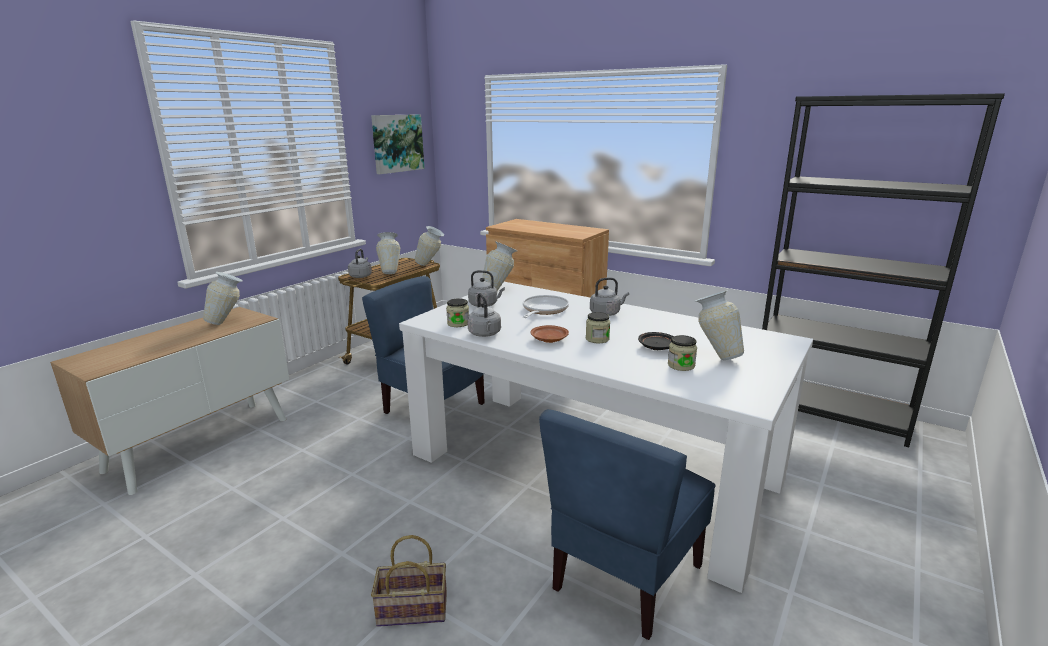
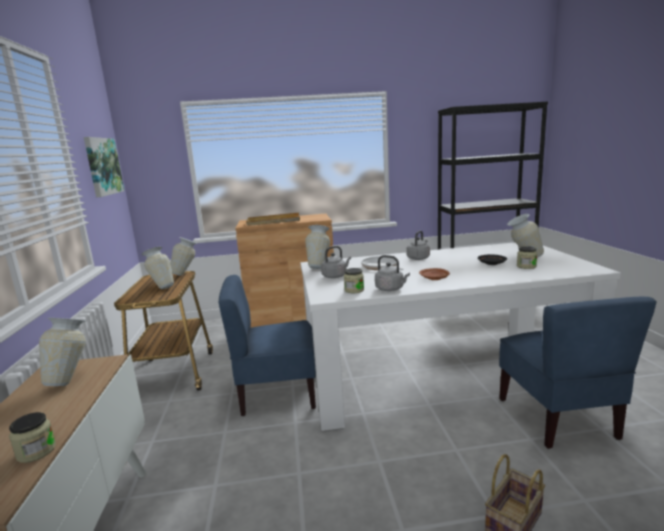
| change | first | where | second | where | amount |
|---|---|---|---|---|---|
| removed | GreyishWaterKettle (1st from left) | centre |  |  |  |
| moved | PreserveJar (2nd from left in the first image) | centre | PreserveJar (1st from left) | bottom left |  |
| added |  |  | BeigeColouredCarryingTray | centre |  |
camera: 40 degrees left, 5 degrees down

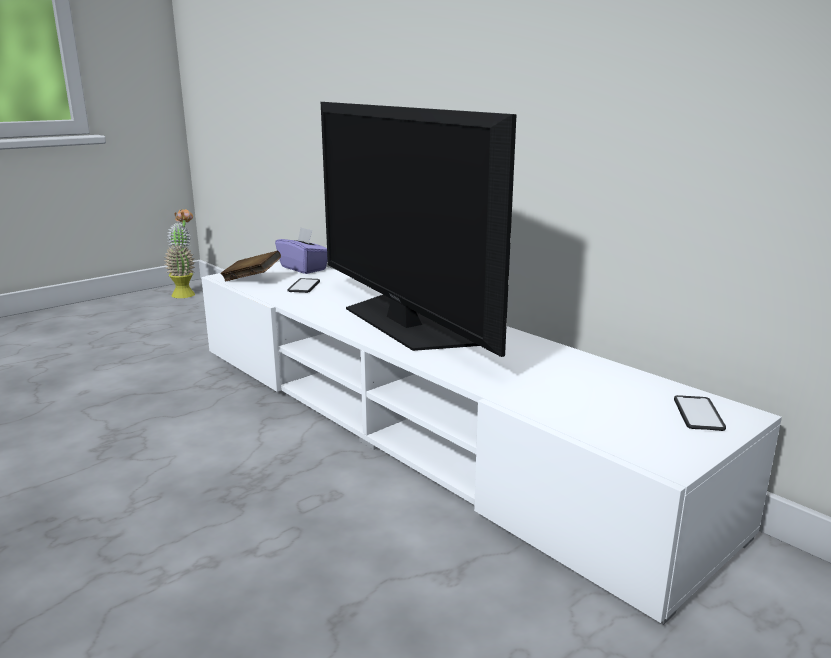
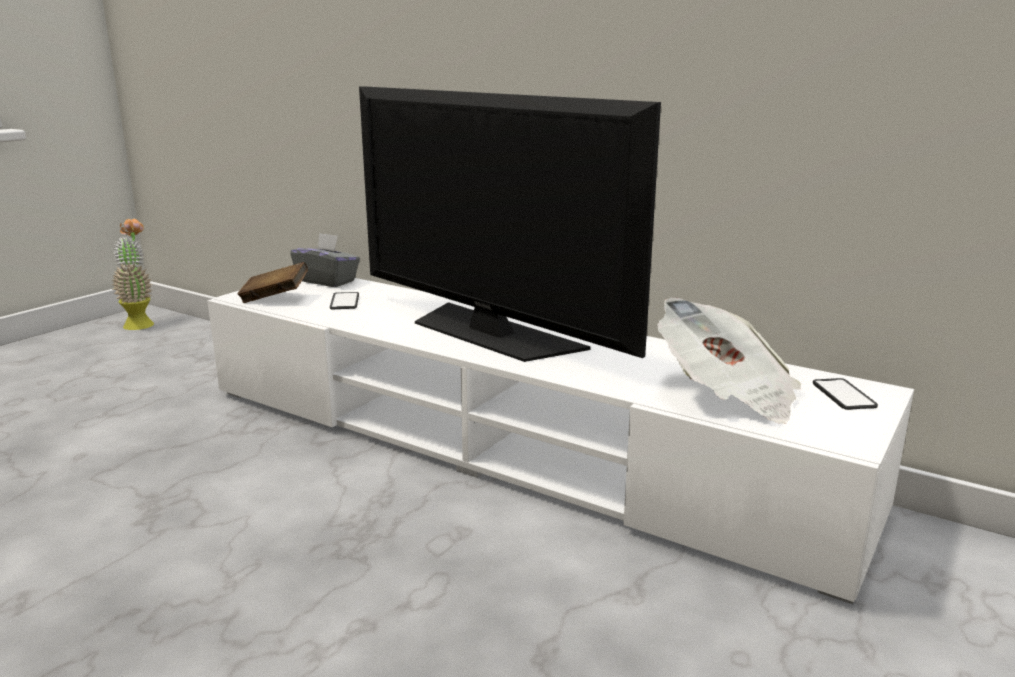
| change | first | where | second | where | amount |
|---|---|---|---|---|---|
| recoloured | PurplishTissueHolder | centre | GreyishTissueHolder | middle left |  |
| added |  |  | PrintedPaper | middle right |  |
camera: 15 degrees left, 0 degrees up

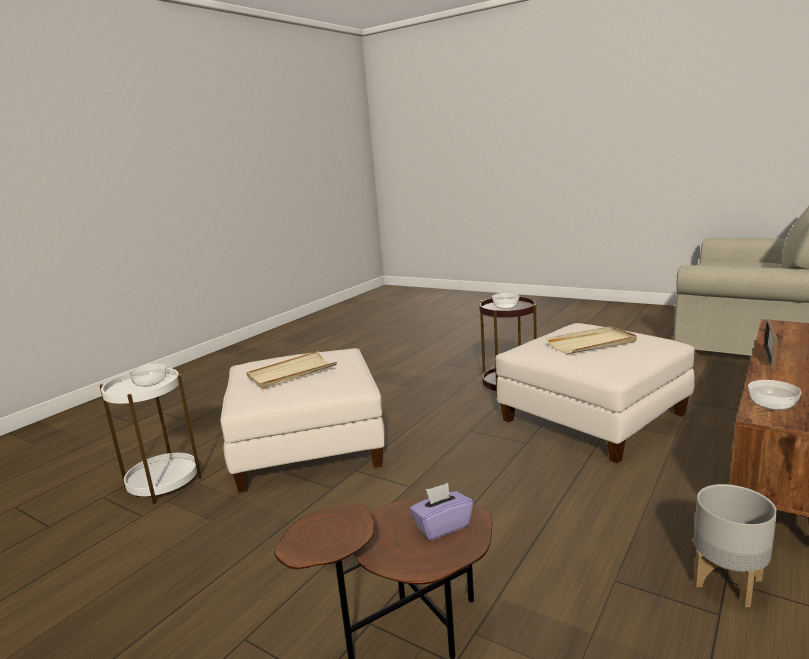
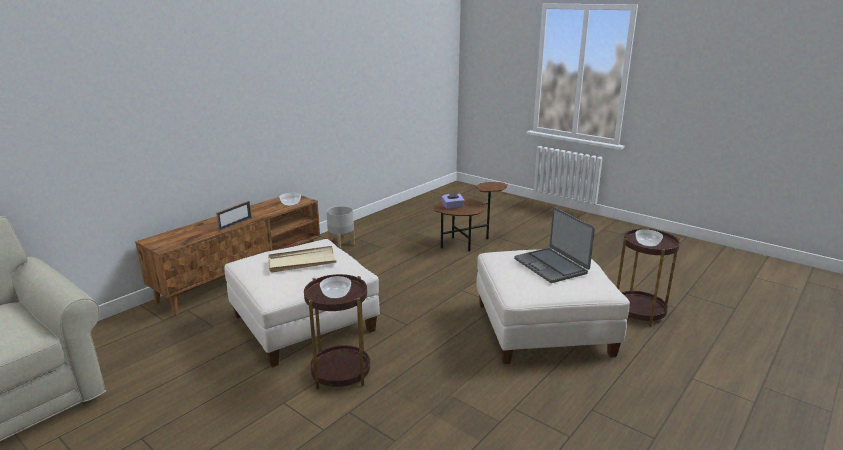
| change | first | where | second | where | amount |
|---|---|---|---|---|---|
| replaced | BeigeColouredCarryingTray (1st from left) | centre | PortableComputer | centre |  |
| recoloured | WhiteSideTable | middle left | BrownishSideTable (3rd from left) | middle right |  |
camera: 175 degrees left, 5 degrees up

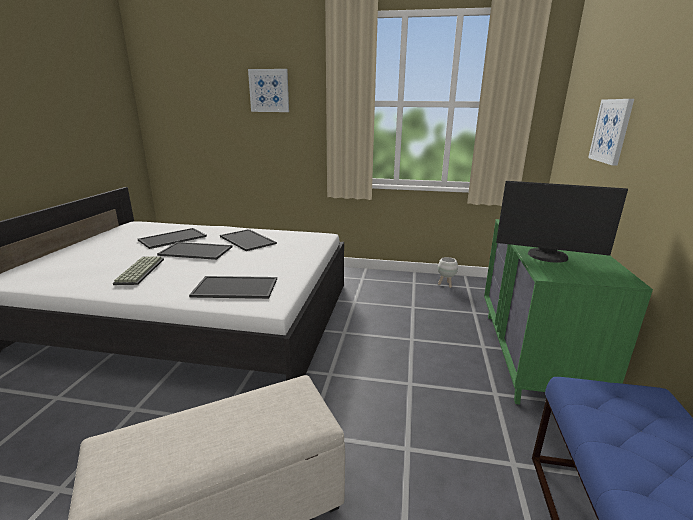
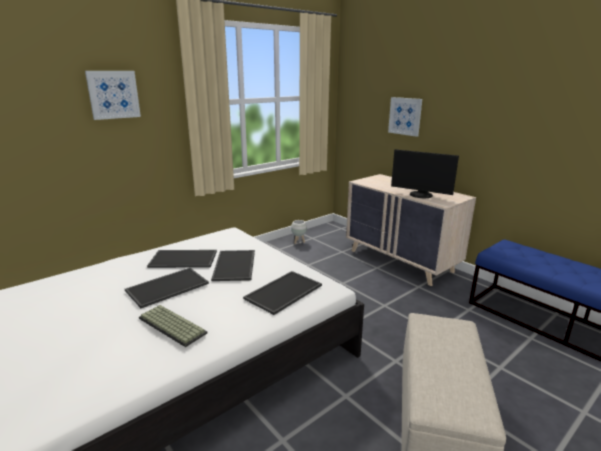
| change | first | where | second | where | amount |
|---|---|---|---|---|---|
| turned | ComputerScreen | middle right |  | middle right | 60 degrees clockwise |
| recoloured | GreenChestOfDrawers | middle right | BeigeColouredChestOfDrawers | middle right |  |
| moved | CarryingTray (1st from left in the first image) | middle left | CarryingTray (3rd from left) | centre |  |
camera: 50 degrees left, 0 degrees up

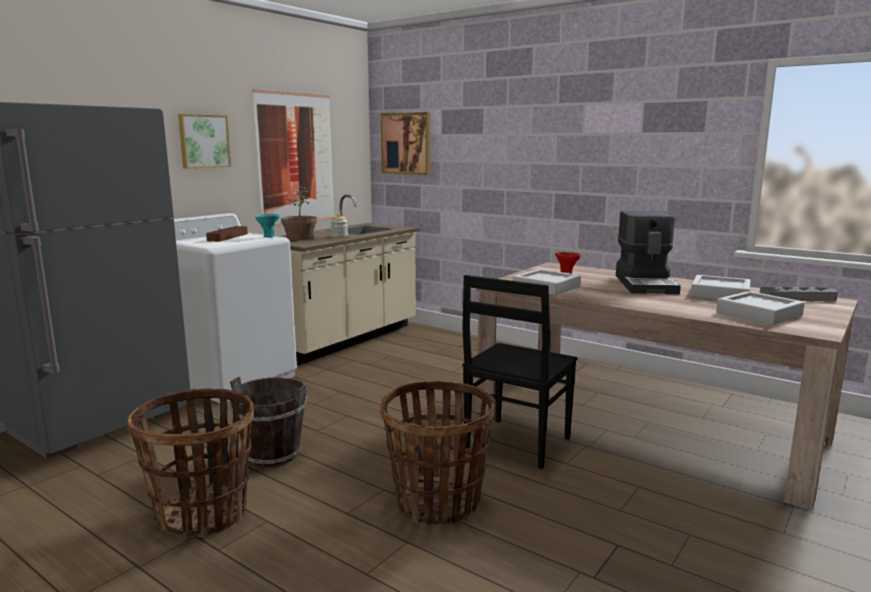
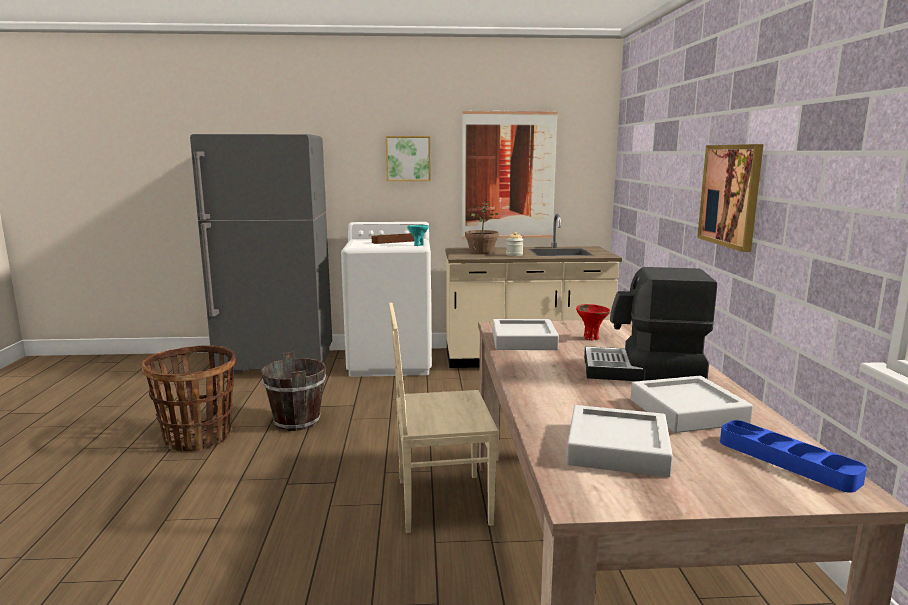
| change | first | where | second | where | amount |
|---|---|---|---|---|---|
| moved | WallPicture (3rd from left) | top centre |  | top right |  |
| turned | CoffeeMachine | middle right |  | middle right | 45 degrees clockwise |
| recoloured | BlackChair | centre | BeigeColouredChair | bottom centre |  |
| recoloured | GreyishCarryingTray (4th from left) | middle right | BluishCarryingTray | bottom right |  |
| removed | HouseholdBasket (2nd from left) | bottom centre |  |  |  |
camera: 50 degrees right, 0 degrees up

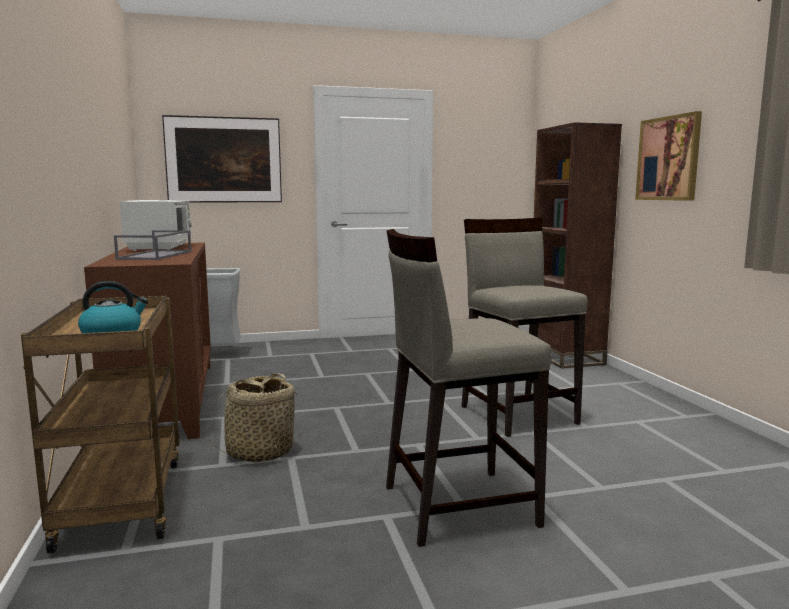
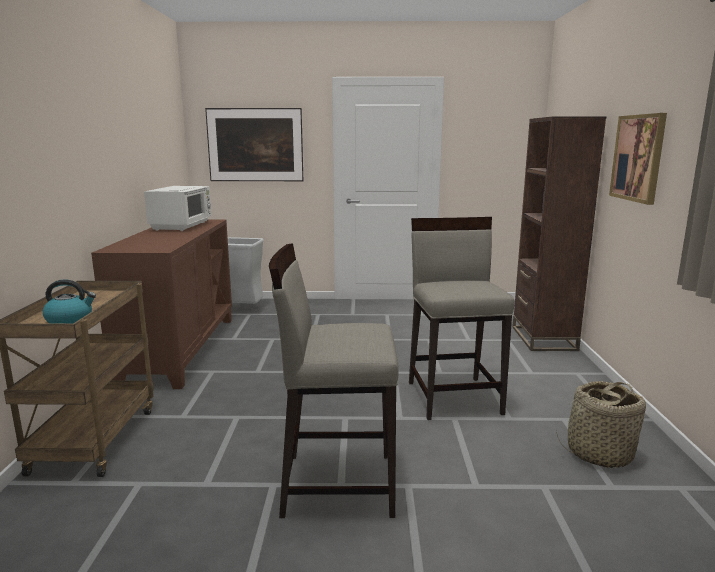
| change | first | where | second | where | amount |
|---|---|---|---|---|---|
| removed | GreyishCarryingTray | middle left |  |  |  |
| moved | HouseholdBasket | bottom left |  | bottom right |  |
camera: 15 degrees right, 5 degrees up

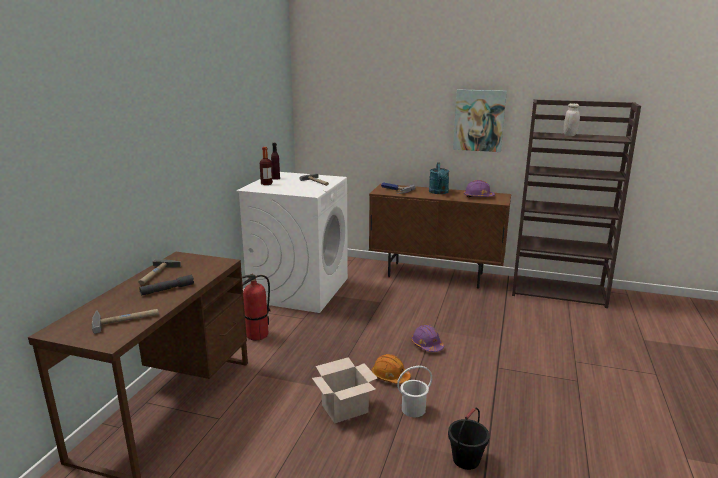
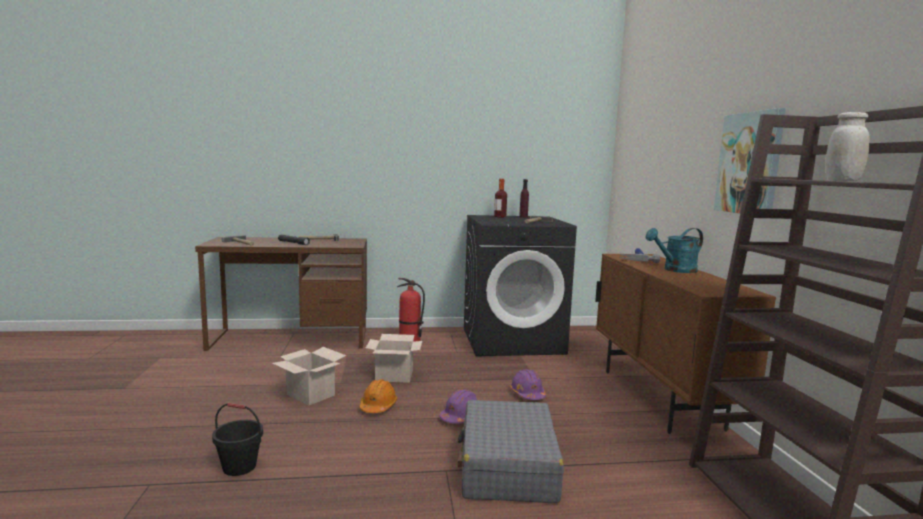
| change | first | where | second | where | amount |
|---|---|---|---|---|---|
| recoloured | WhiteLaundryAppliance | centre | BlackLaundryAppliance | centre |  |
| moved | PurplishHardHat (2nd from left) | middle right |  | bottom centre |  |
| removed | WhiteWaterBucket | bottom centre |  |  |  |
| added |  |  | PackingBox (2nd from left) | bottom centre |  |
| added |  |  | GreyishPieceOfLuggage | bottom centre |  |
camera: 65 degrees right, 10 degrees down

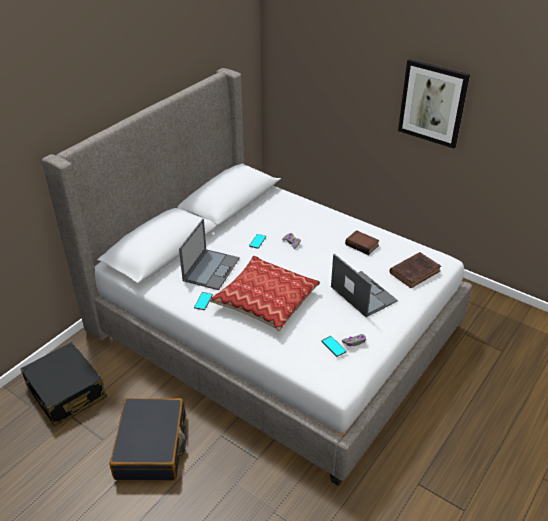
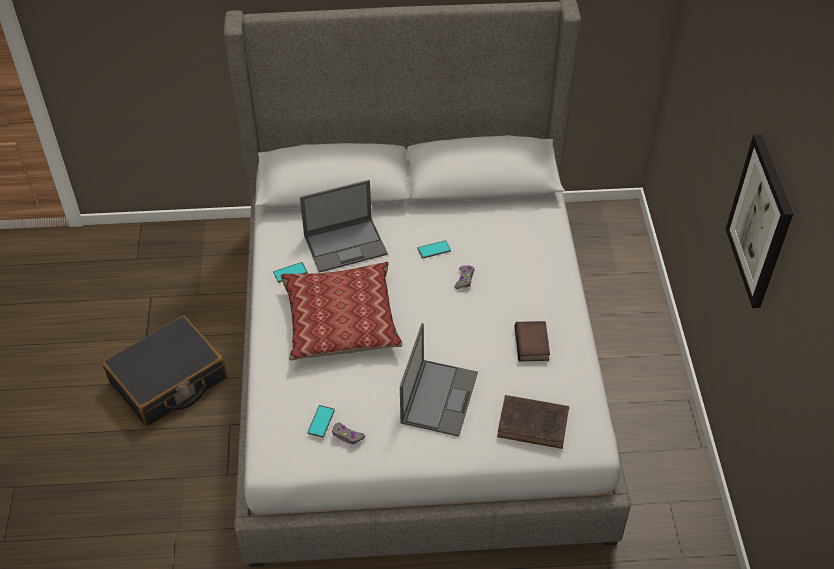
| change | first | where | second | where | amount |
|---|---|---|---|---|---|
| removed | BlackPieceOfLuggage (1st from left) | bottom left |  |  |  |
camera: 50 degrees right, 10 degrees up

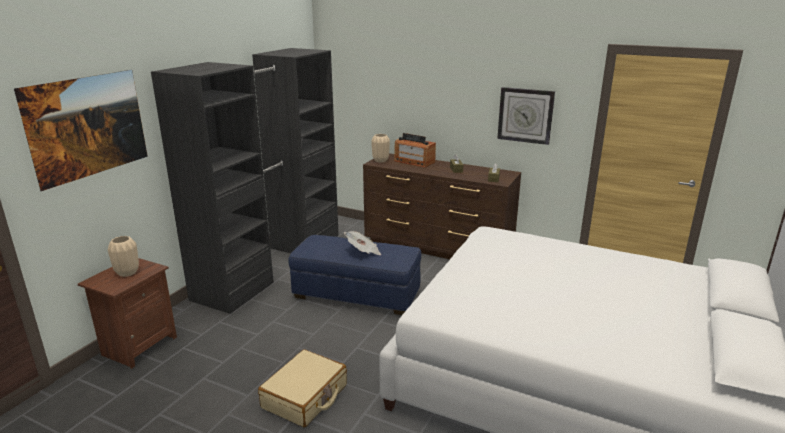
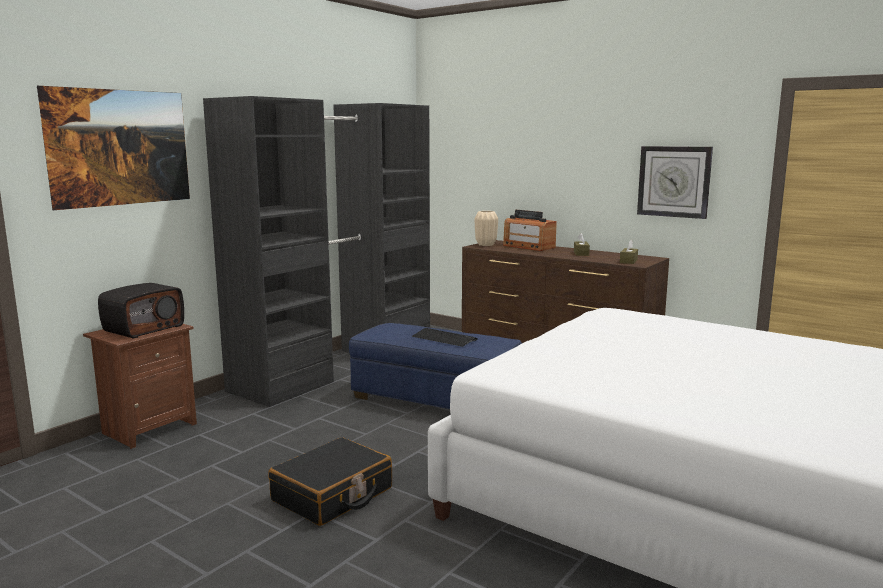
| change | first | where | second | where | amount |
|---|---|---|---|---|---|
| replaced | PrintedPaper | centre | PcKeyboard | centre |  |
| replaced | BeigeColouredDecorativeVase (1st from left) | middle left | RadioSet (1st from left) | middle left |  |
| recoloured | BeigeColouredPieceOfLuggage | bottom centre | BlackPieceOfLuggage | bottom centre |  |
camera: 10 degrees right, 10 degrees down

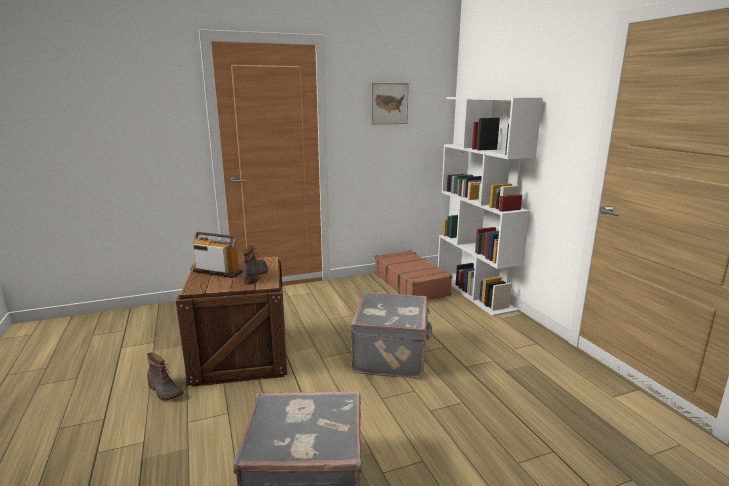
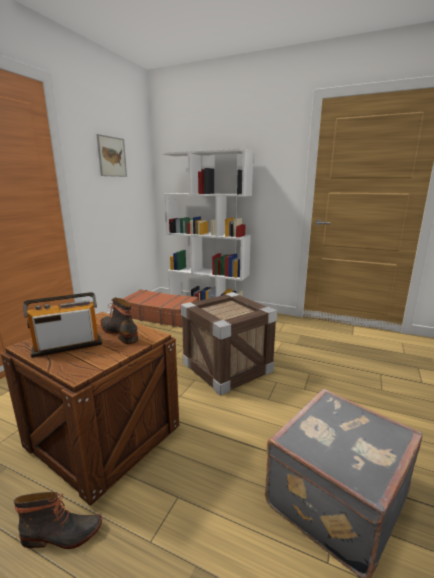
| change | first | where | second | where | amount |
|---|---|---|---|---|---|
| replaced | GreyishPieceOfLuggage (2nd from left) | bottom centre | PackingCrate (2nd from left) | centre |  |
camera: 45 degrees left, 0 degrees up

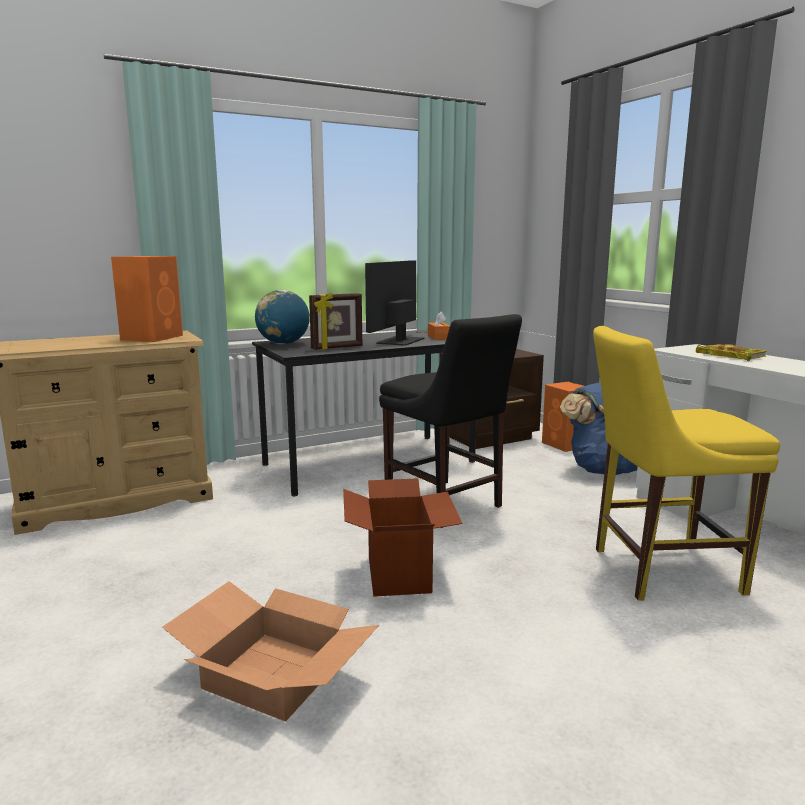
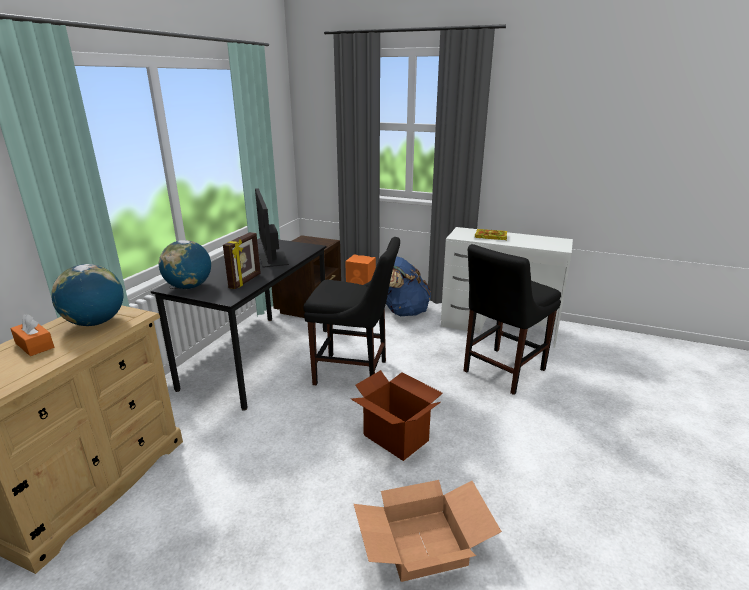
| change | first | where | second | where | amount |
|---|---|---|---|---|---|
| replaced | OrangeAudioSpeaker (1st from left) | middle left | WorldGlobe (1st from left) | middle left |  |
| moved | OrangeTissueHolder | centre |  | middle left |  |
| recoloured | YellowishChair | middle right | BlackChair (2nd from left) | middle right |  |
camera: 40 degrees left, 10 degrees up

